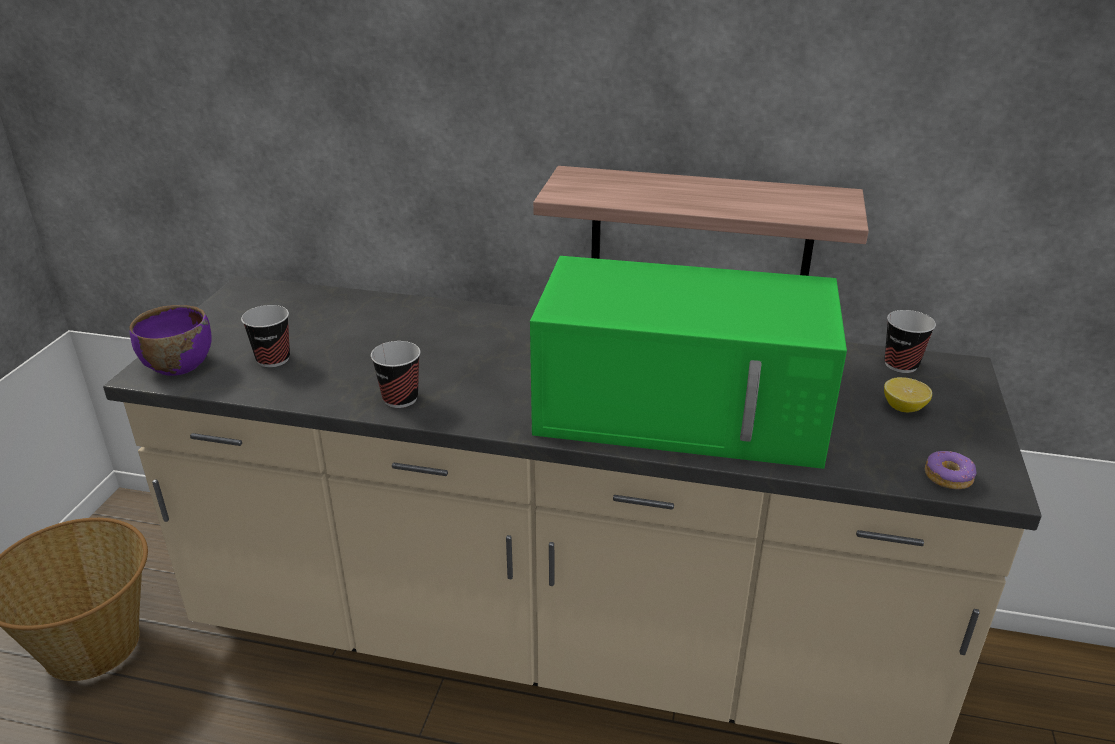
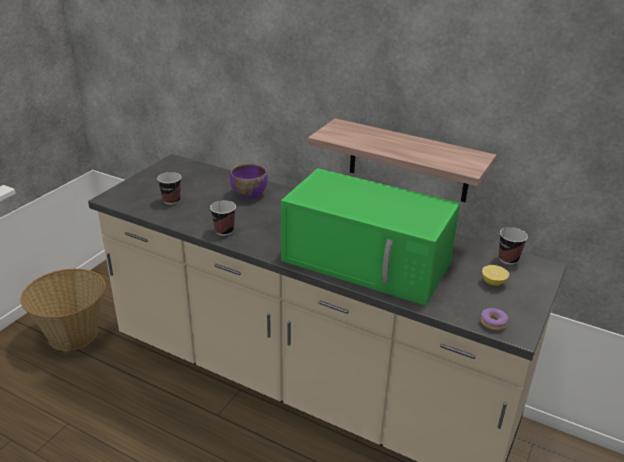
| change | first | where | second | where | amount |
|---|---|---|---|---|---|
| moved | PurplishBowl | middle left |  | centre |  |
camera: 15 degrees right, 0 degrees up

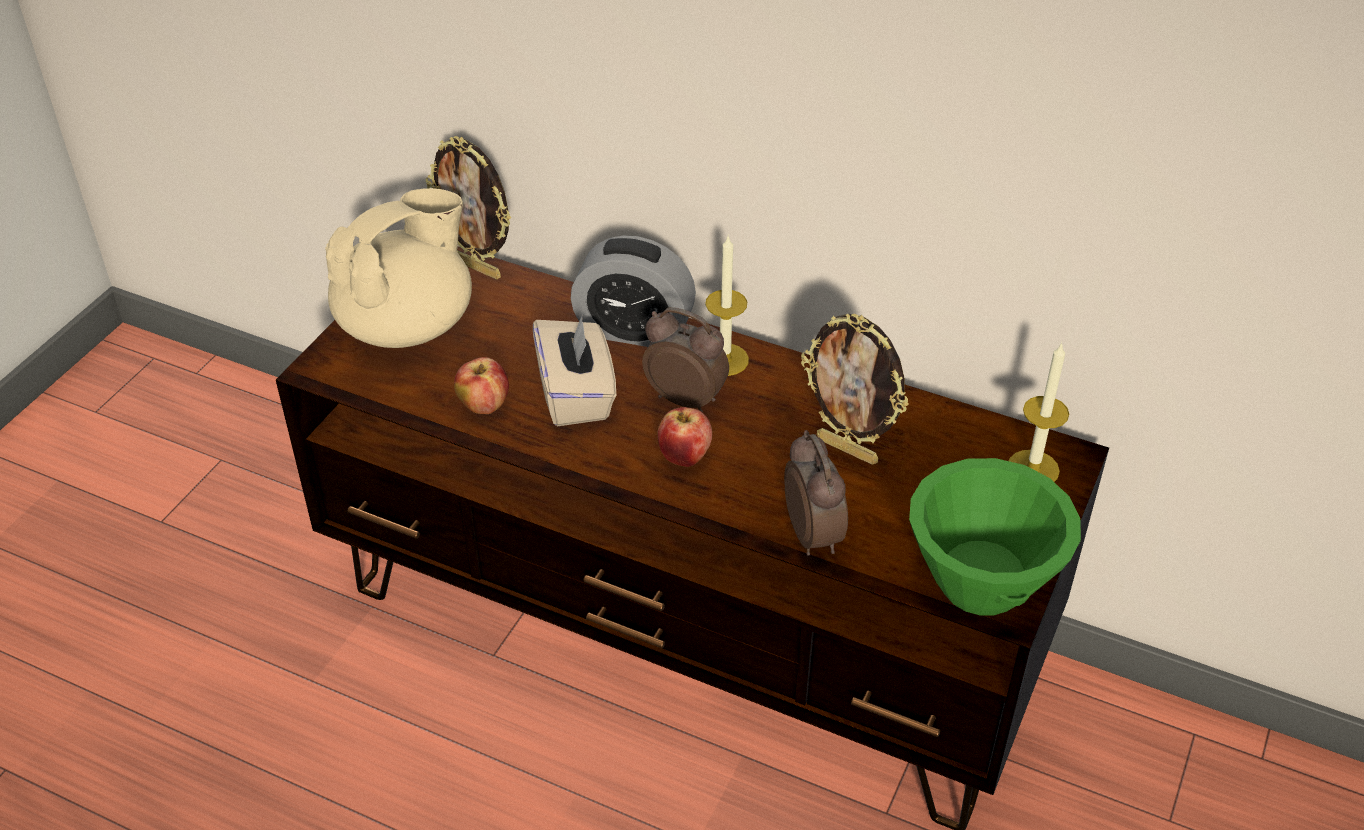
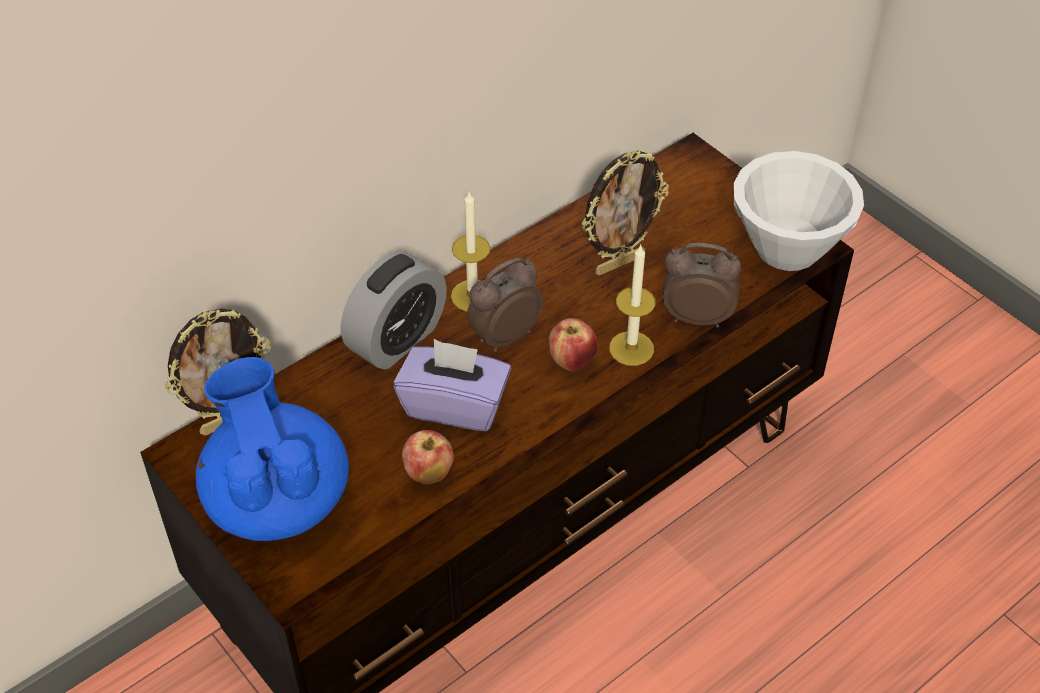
| change | first | where | second | where | amount |
|---|---|---|---|---|---|
| recoloured | BeigeColouredTeaPot | top left | BluishTeaPot | middle left |  |
| recoloured | BeigeColouredTissueHolder | centre | PurplishTissueHolder | centre |  |
| moved | WaxCandle (2nd from left) | middle right |  | centre |  |
| recoloured | GreenBowl | middle right | WhiteBowl | top right |  |
camera: 65 degrees left, 5 degrees up

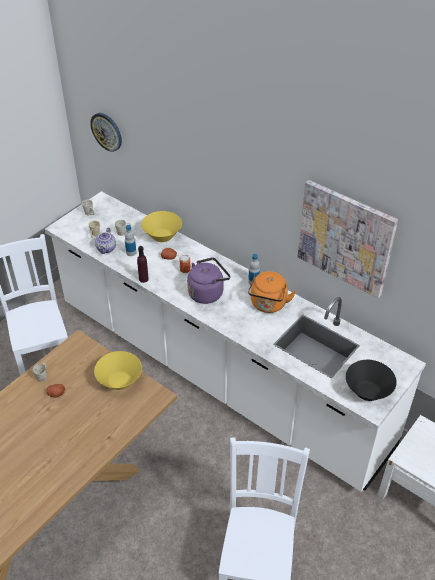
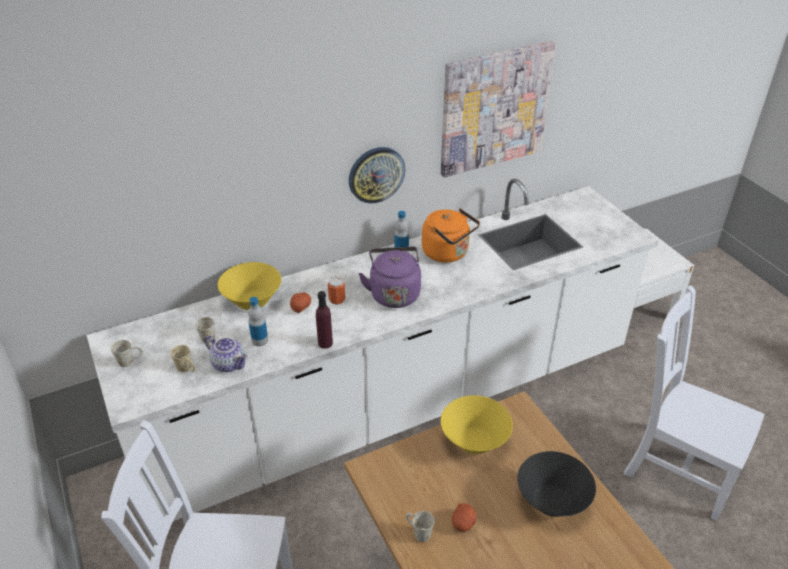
| change | first | where | second | where | amount |
|---|---|---|---|---|---|
| moved | ClockOnTheWall | top left |  | top centre |  |
| moved | BlackBowl | middle right |  | bottom right |  |
camera: 65 degrees left, 5 degrees down

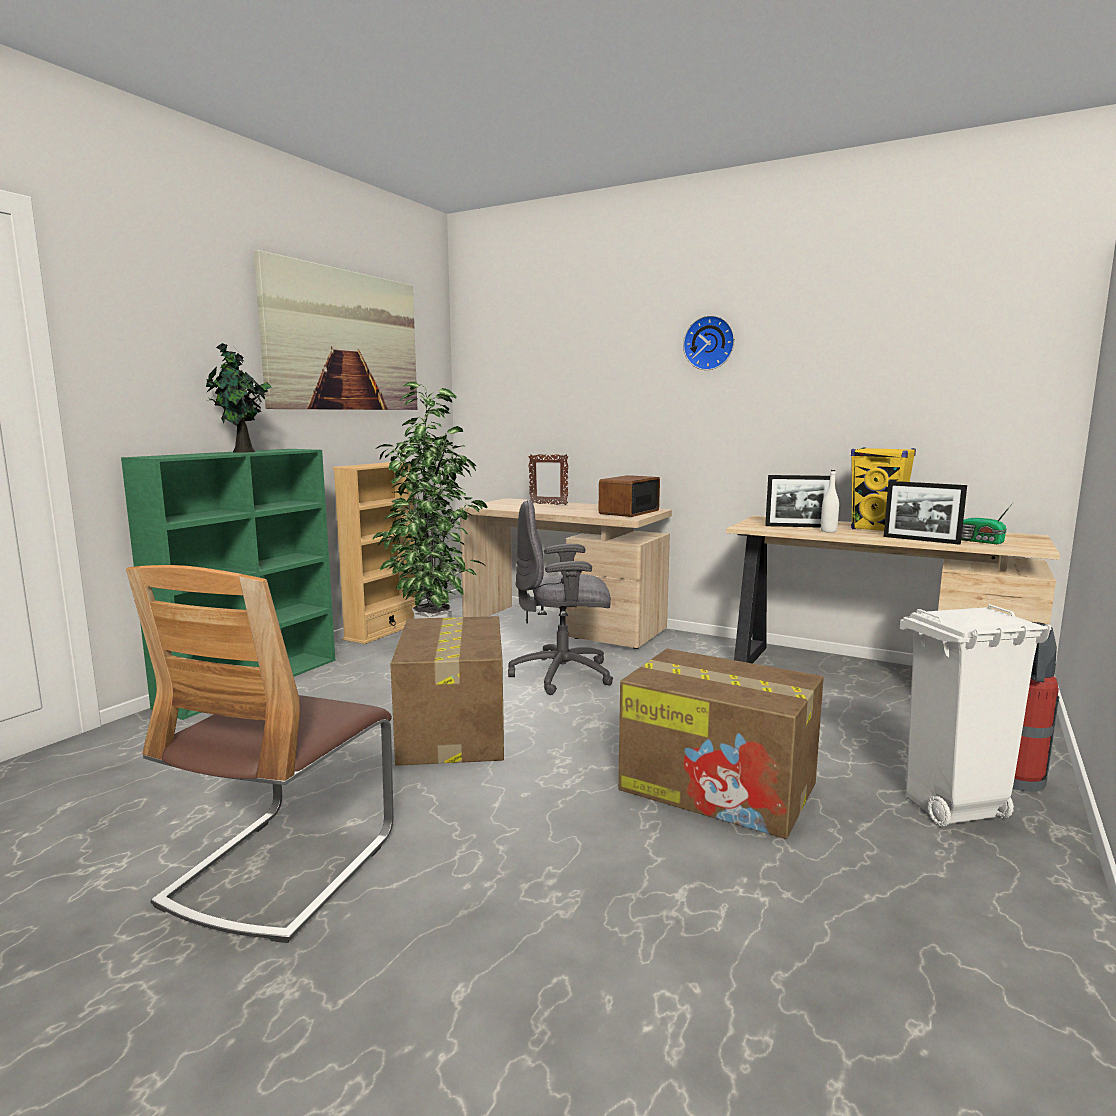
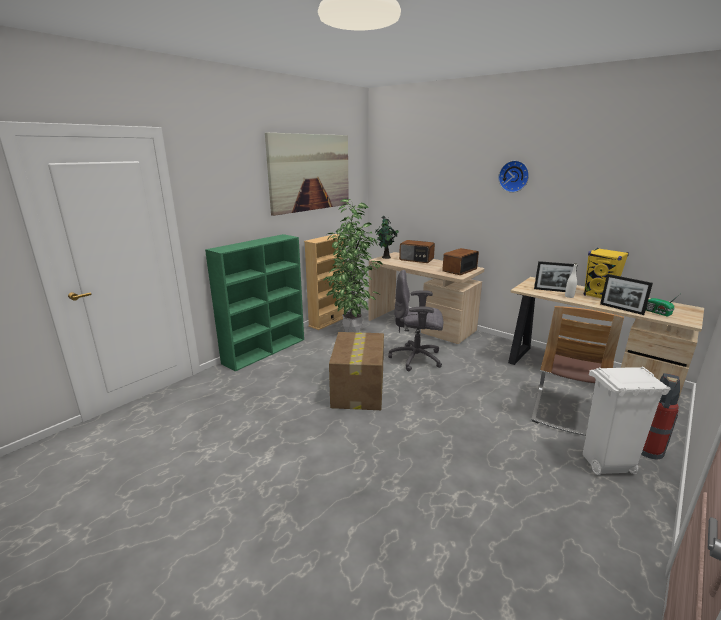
| change | first | where | second | where | amount |
|---|---|---|---|---|---|
| moved | Houseplant (1st from left in the first image) | middle left | Houseplant (2nd from left) | centre |  |
| replaced | StandingFrame (1st from left) | centre | RadioSet (1st from left) | centre |  |
| moved | Chair | bottom left |  | middle right |  |
| removed | PackingBox (2nd from left) | centre |  |  |  |
camera: 10 degrees right, 10 degrees up

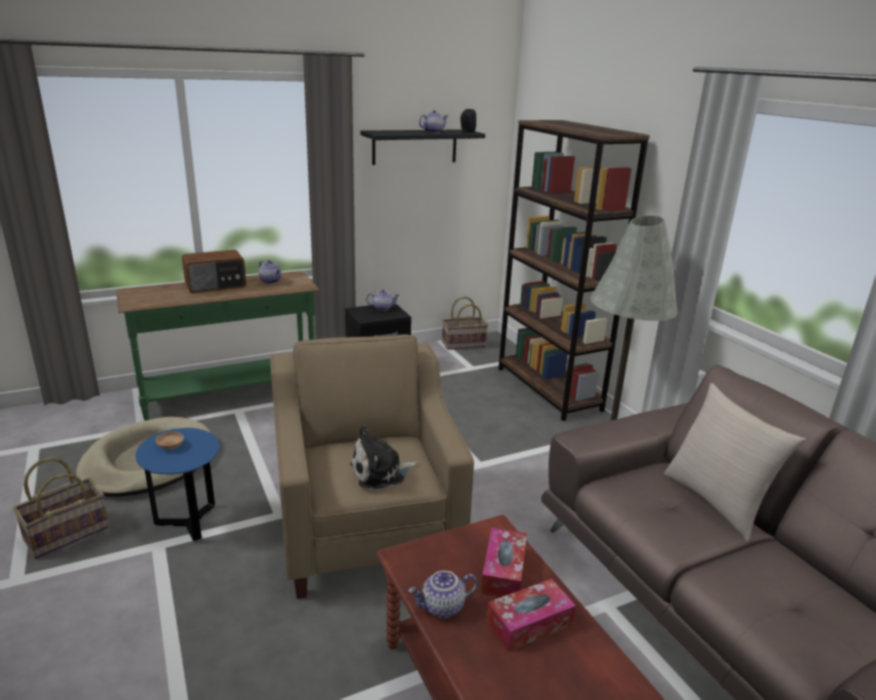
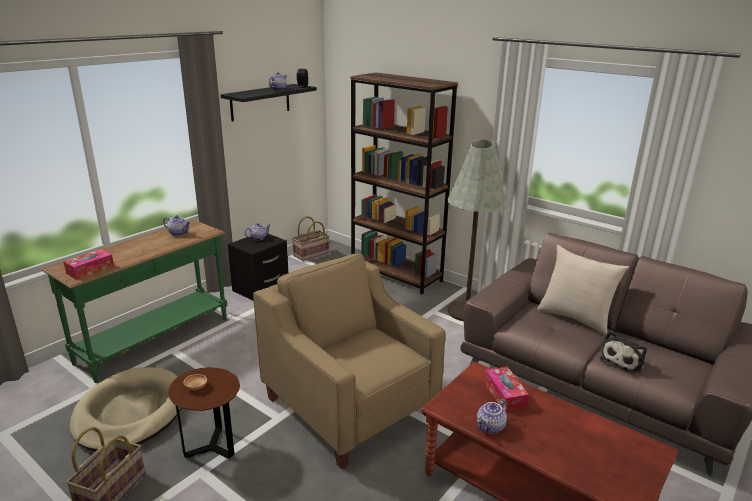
| change | first | where | second | where | amount |
|---|---|---|---|---|---|
| removed | RadioSet | middle left |  |  |  |
| moved | CuddlyToy | centre |  | bottom right |  |
| recoloured | BluishSideTable | bottom left | BrownishSideTable | bottom left |  |
| moved | TissueHolder (2nd from left in the first image) | bottom centre | TissueHolder (1st from left) | middle left |  |
camera: 25 degrees left, 0 degrees up

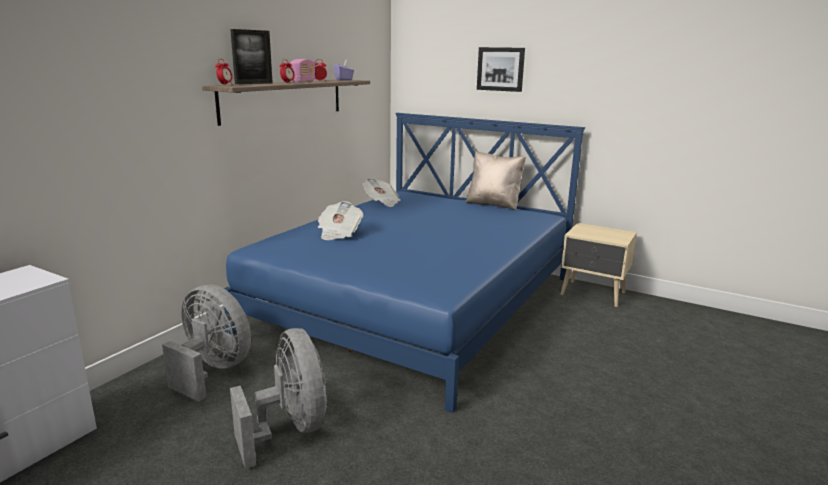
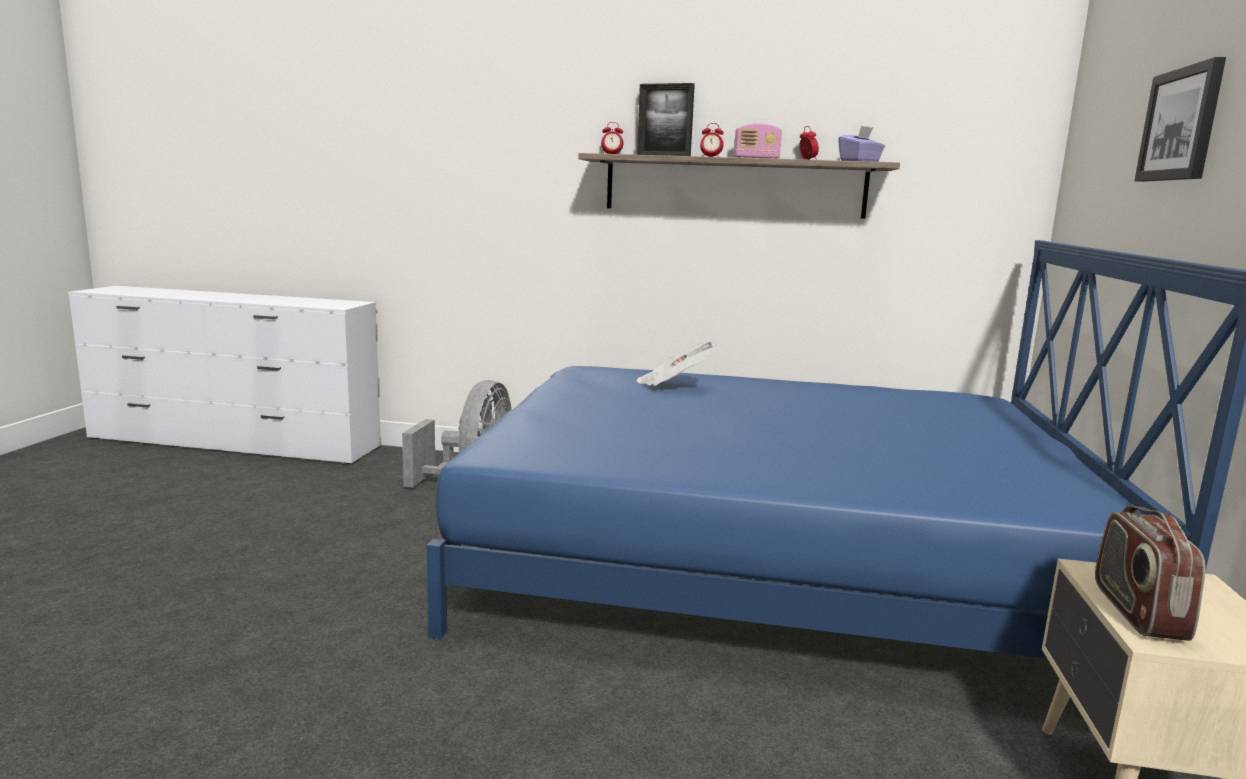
| change | first | where | second | where | amount |
|---|---|---|---|---|---|
| removed | BeigeColouredThrowPillow | centre |  |  |  |
| removed | PrintedPaper (2nd from left) | centre |  |  |  |
| removed | GreyishCoolingFan (2nd from left) | bottom centre |  |  |  |
| added |  |  | RadioSet (2nd from left) | bottom right |  |
camera: 70 degrees right, 5 degrees down

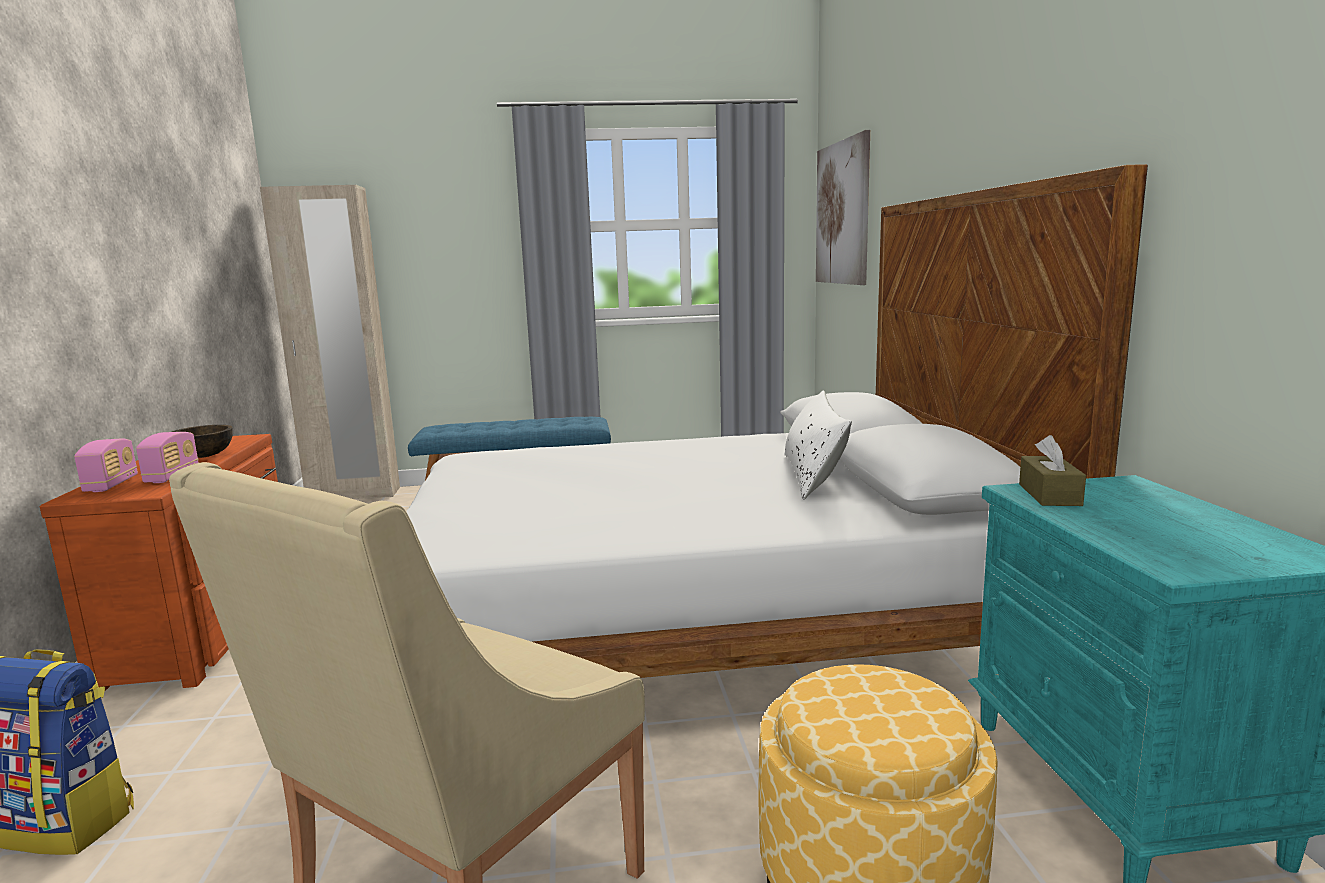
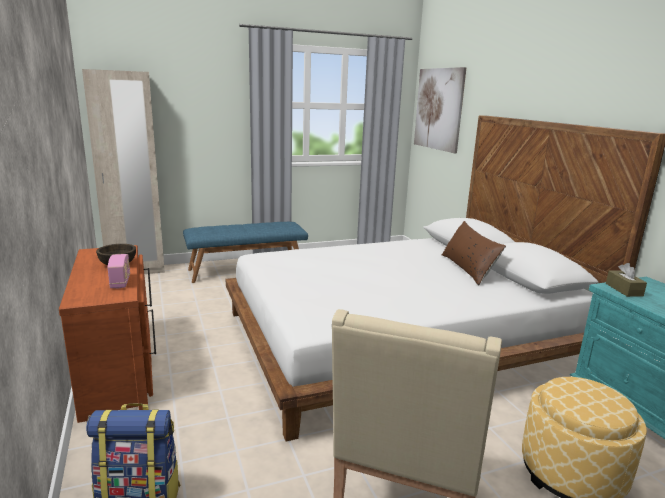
| change | first | where | second | where | amount |
|---|---|---|---|---|---|
| recoloured | WhiteThrowPillow | centre | BrownishThrowPillow | middle right |  |
| removed | RadioSet (1st from left) | middle left |  |  |  |
camera: 15 degrees left, 5 degrees up

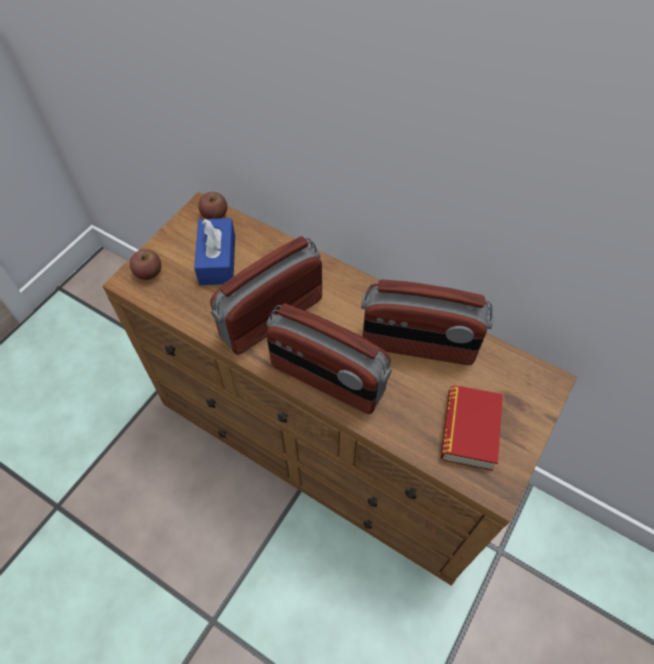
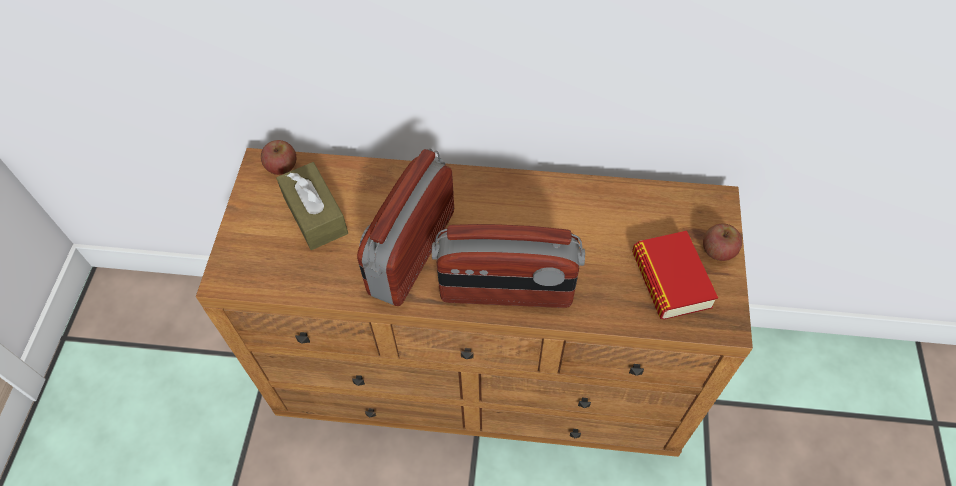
| change | first | where | second | where | amount |
|---|---|---|---|---|---|
| recoloured | BluishTissueHolder | middle left | BrownishTissueHolder | middle left |  |
| moved | WholeApple (1st from left in the first image) | middle left | WholeApple (2nd from left) | middle right |  |
| removed | RadioSet (3rd from left) | centre |  |  |  |
camera: 25 degrees left, 0 degrees up

